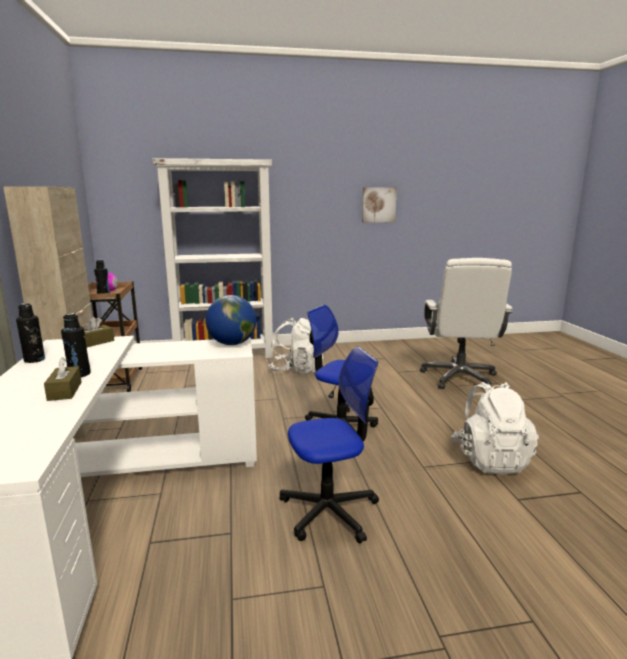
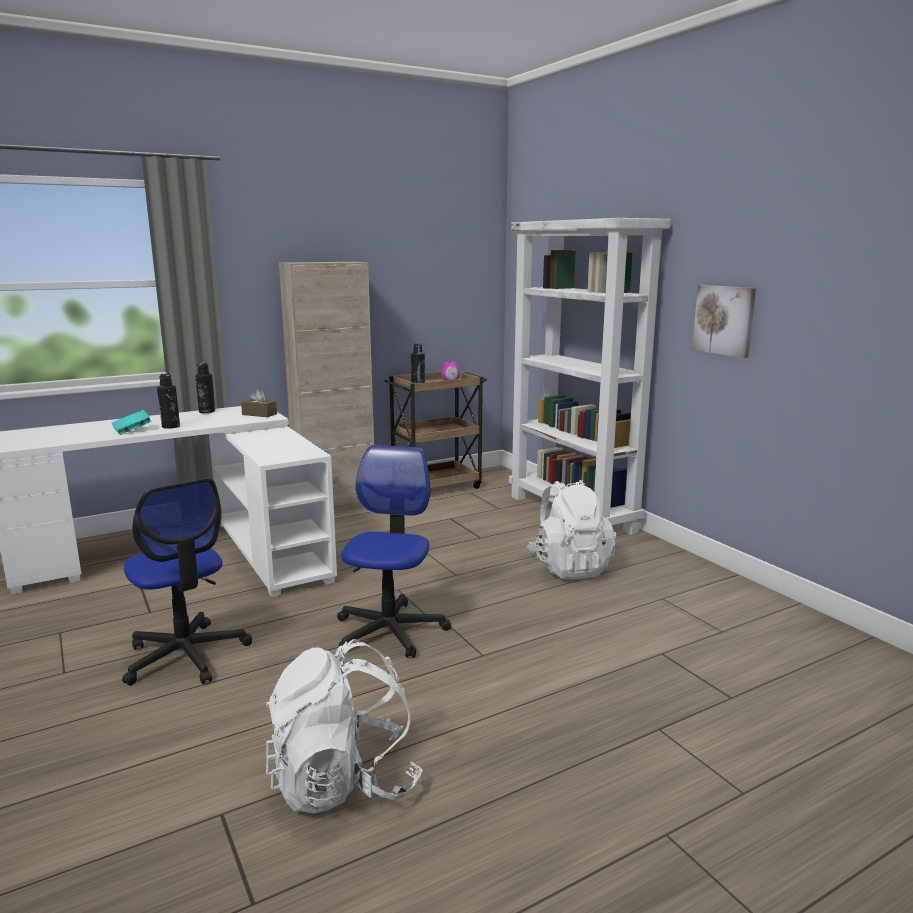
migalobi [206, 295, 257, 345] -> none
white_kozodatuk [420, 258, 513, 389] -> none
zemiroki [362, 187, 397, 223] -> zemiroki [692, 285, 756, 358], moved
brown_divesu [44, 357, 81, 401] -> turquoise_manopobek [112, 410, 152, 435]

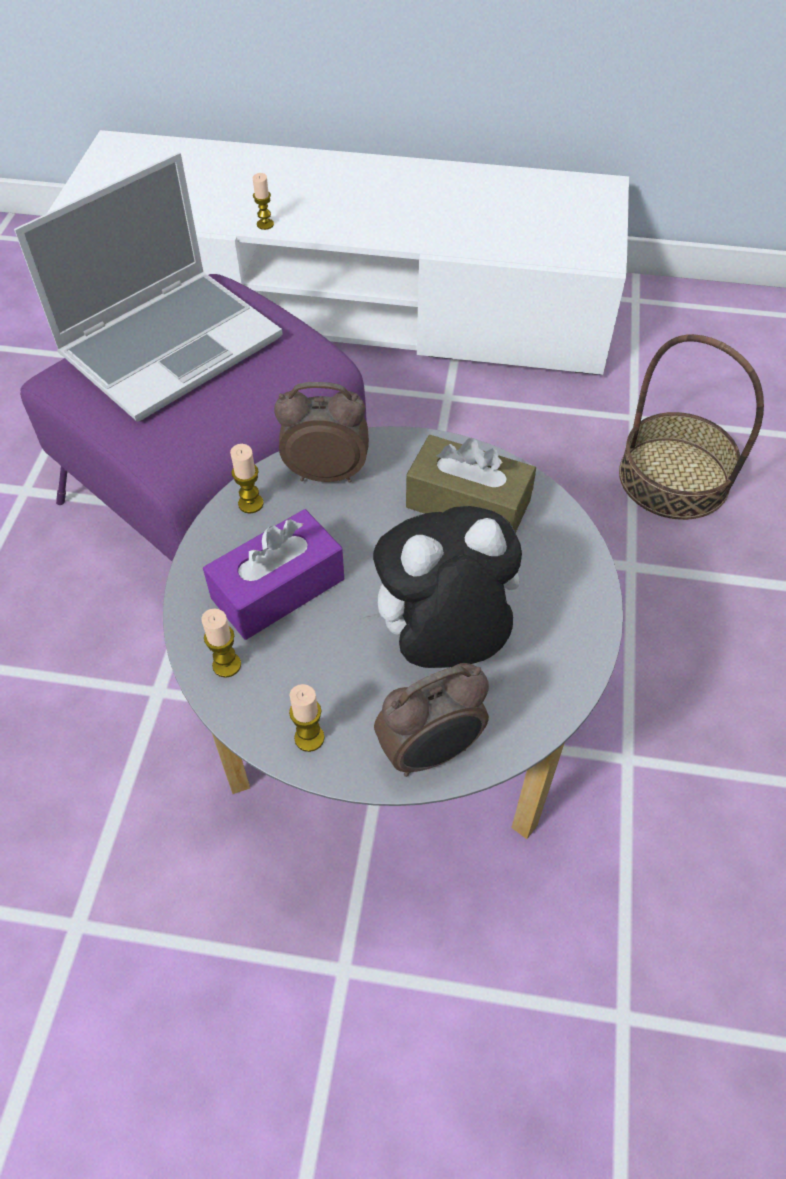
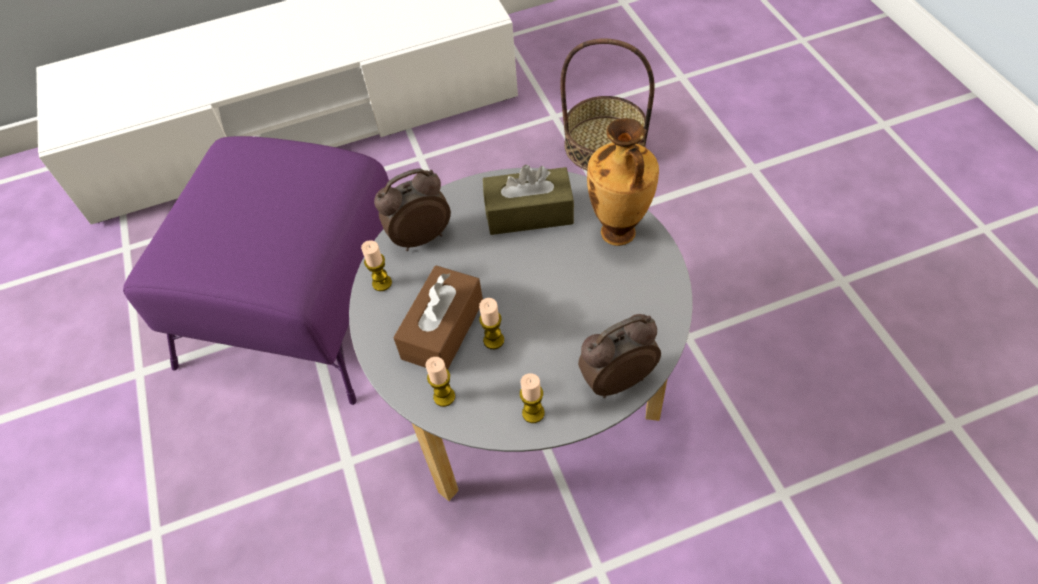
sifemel [14, 152, 283, 422] -> none
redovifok [359, 506, 522, 668] -> none
none -> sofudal [587, 118, 659, 246]
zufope [253, 173, 274, 230] -> zufope [479, 298, 504, 349], moved
purple_divesu [203, 509, 344, 640] -> brown_divesu [393, 265, 483, 370]
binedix [374, 663, 489, 777] -> binedix [578, 314, 661, 398], 150 degrees counterclockwise

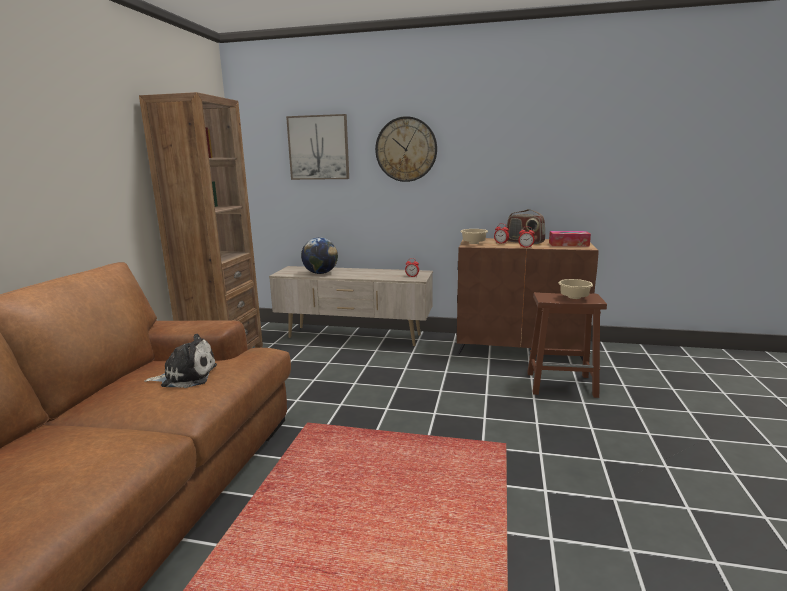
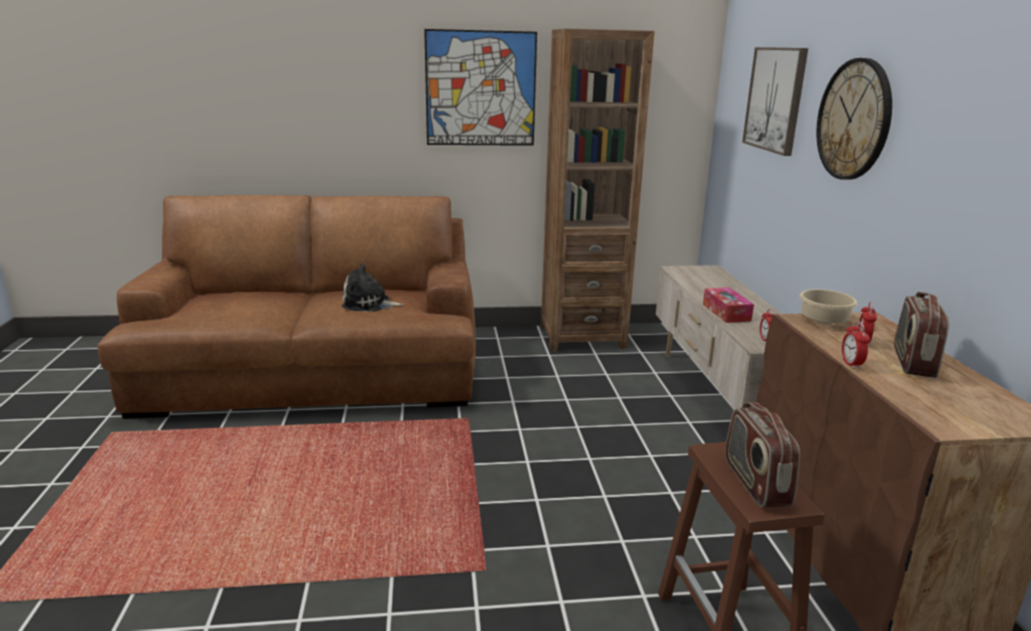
migalobi [301, 238, 338, 274] -> none
none -> zemiroki [424, 29, 537, 146]
divesu [549, 231, 591, 246] -> divesu [703, 287, 754, 323], moved
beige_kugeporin [559, 279, 593, 299] -> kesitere [725, 402, 800, 507]
redovifok [144, 334, 217, 388] -> redovifok [342, 263, 404, 312], 120 degrees clockwise

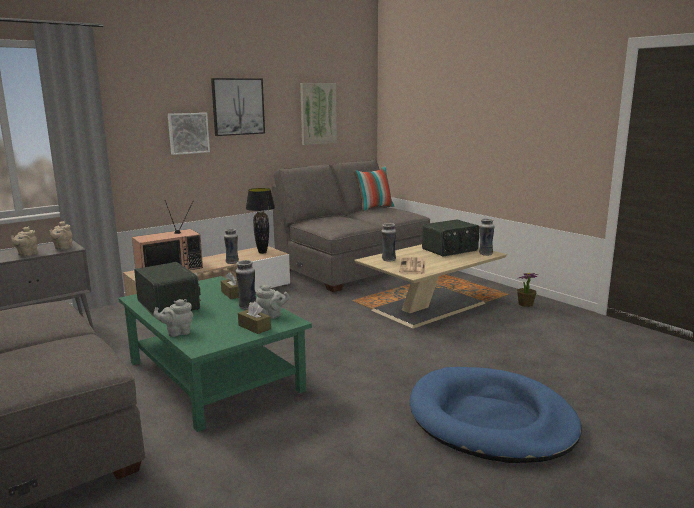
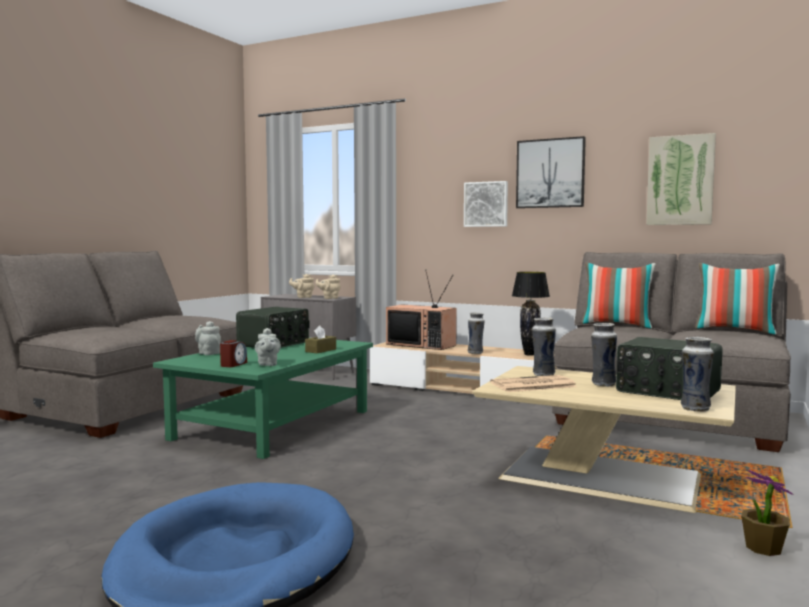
none -> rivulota [581, 263, 656, 329]
sofudal [236, 260, 256, 310] -> sofudal [591, 323, 617, 387], moved
brown_divesu [238, 302, 271, 334] -> binedix [220, 340, 247, 367]

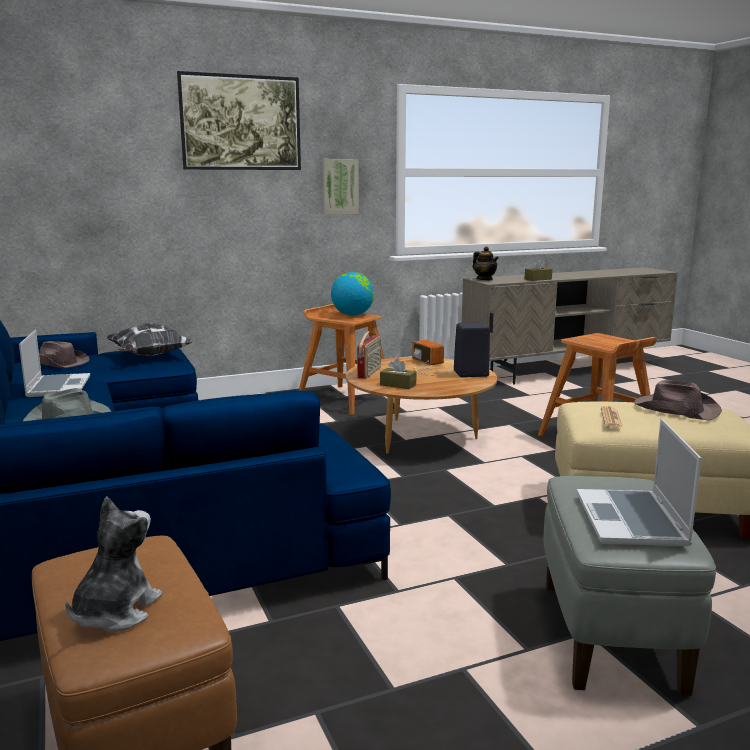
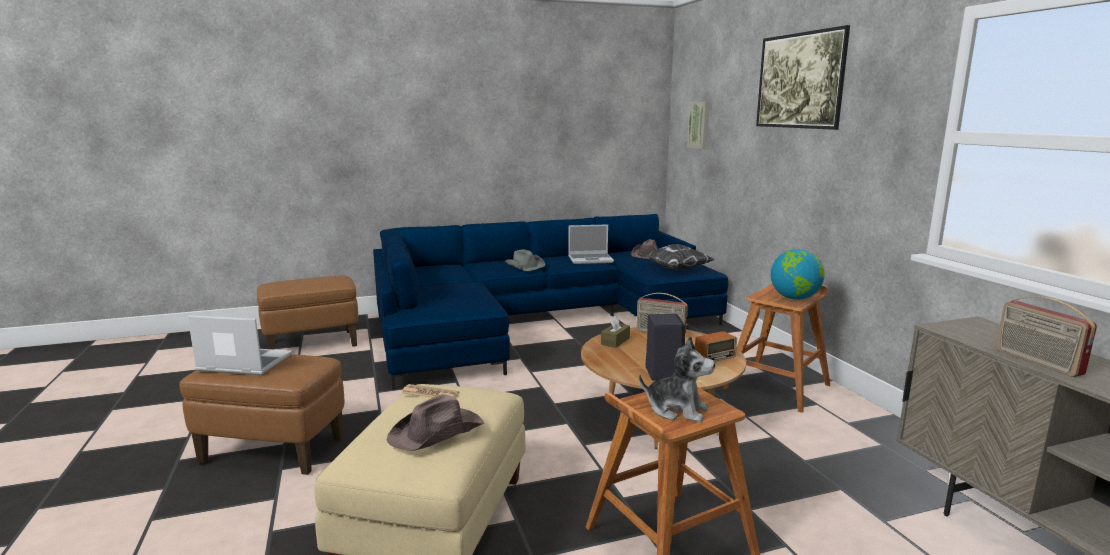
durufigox [472, 246, 499, 280] -> none
redovifok [65, 496, 162, 632] -> redovifok [639, 336, 715, 422], moved
zemiroki [322, 159, 359, 215] -> zemiroki [687, 102, 709, 149], moved
brown_divesu [525, 259, 552, 281] -> kesitere [996, 297, 1097, 377]
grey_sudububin [544, 476, 716, 696] -> brown_sudububin [179, 354, 344, 475]

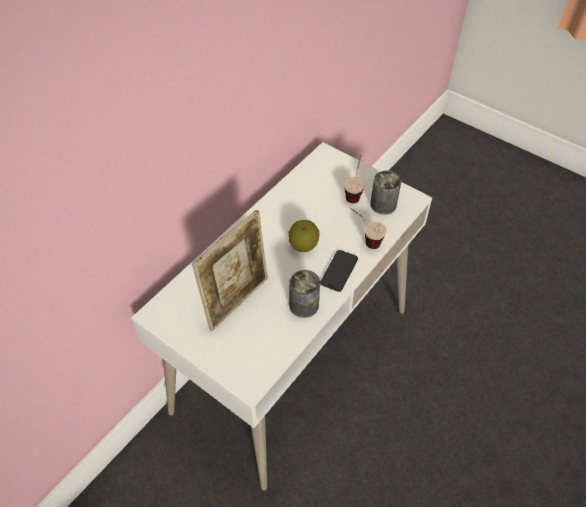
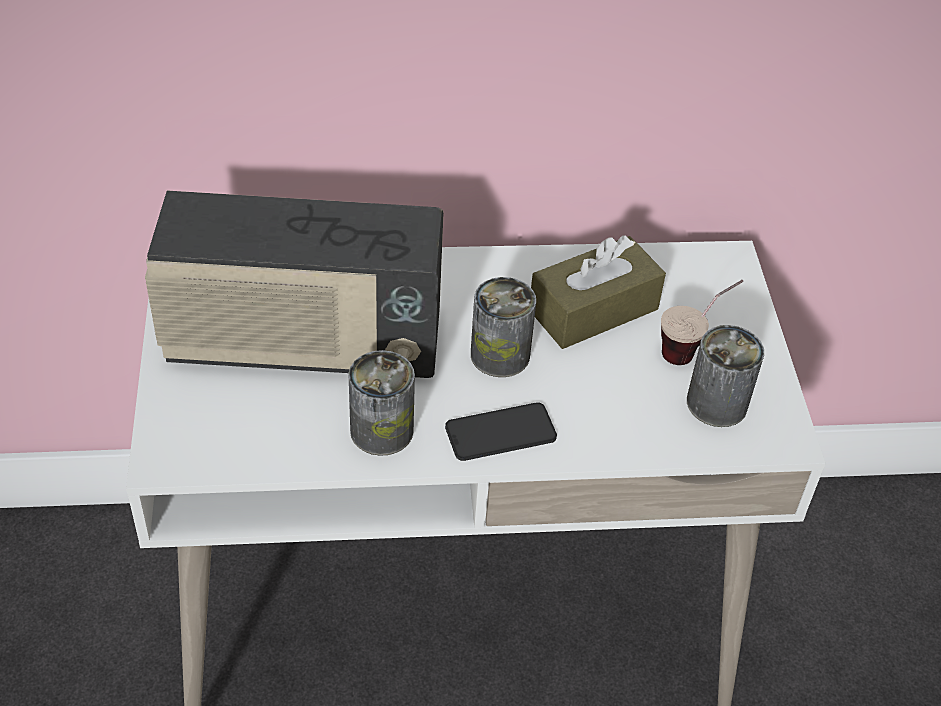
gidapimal [350, 208, 387, 249] -> none
none -> brown_divesu [531, 235, 666, 349]
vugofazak [192, 210, 268, 331] -> kesitere [145, 191, 444, 378]
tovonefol [289, 220, 319, 252] -> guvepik [471, 277, 536, 377]

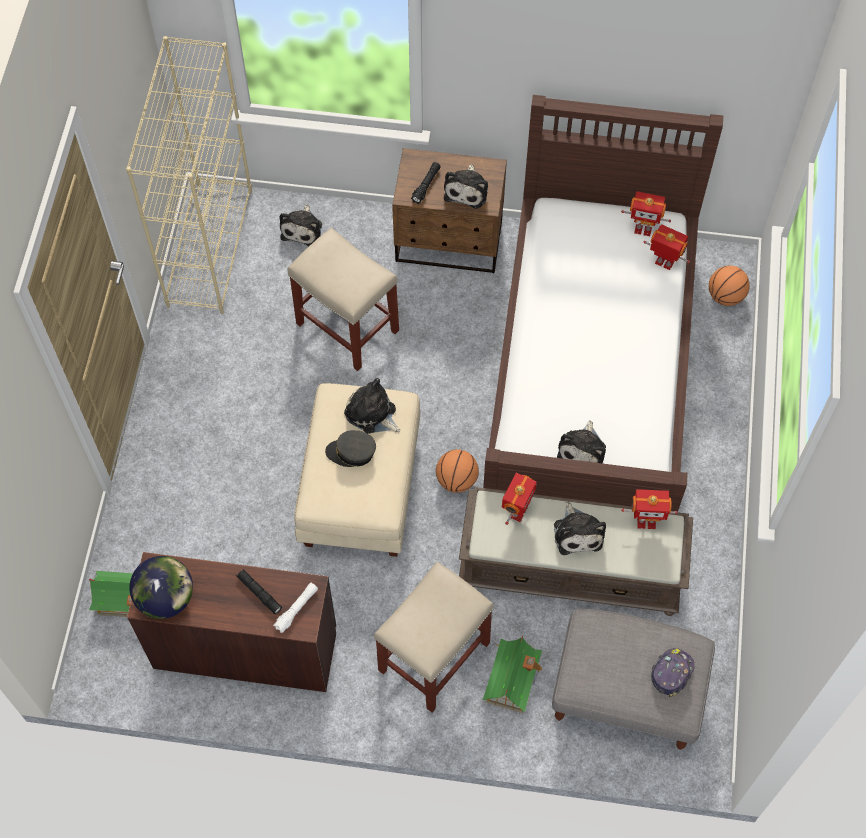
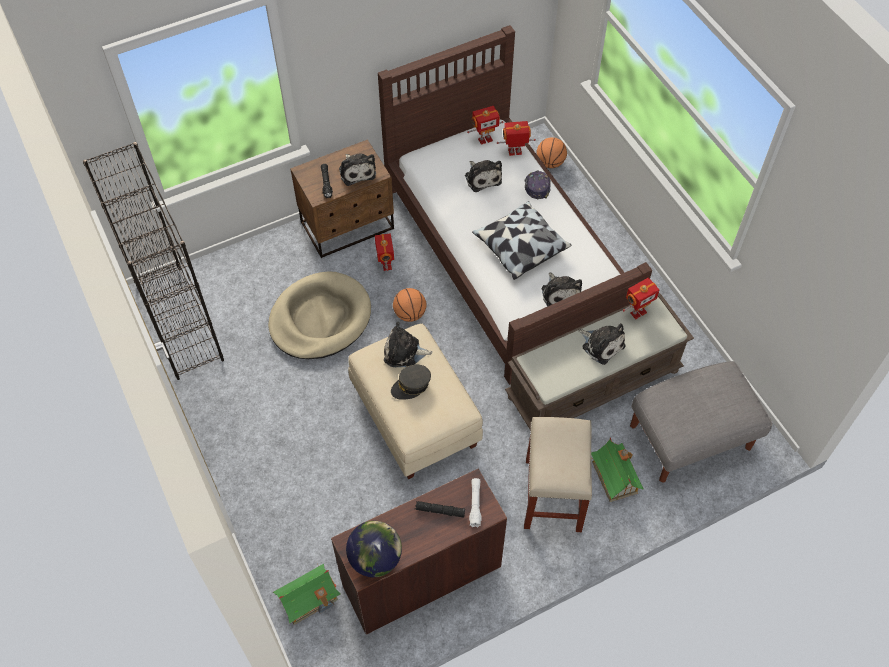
none -> rivulota [472, 201, 571, 280]
redovifok [279, 204, 322, 246] -> redovifok [465, 160, 502, 192], moved
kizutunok [436, 449, 479, 493] -> kizutunok [393, 288, 427, 322], moved
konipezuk [502, 473, 537, 525] -> konipezuk [375, 234, 394, 271], moved
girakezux [651, 648, 695, 698] -> girakezux [524, 170, 551, 199], moved
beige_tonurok [287, 228, 399, 371] -> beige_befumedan [268, 271, 371, 359]
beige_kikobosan [126, 36, 252, 314] -> black_kikobosan [83, 142, 224, 380]

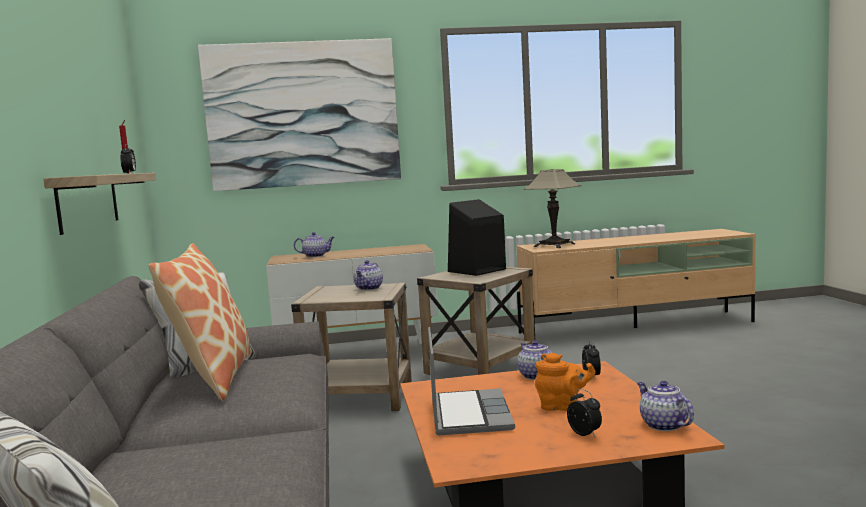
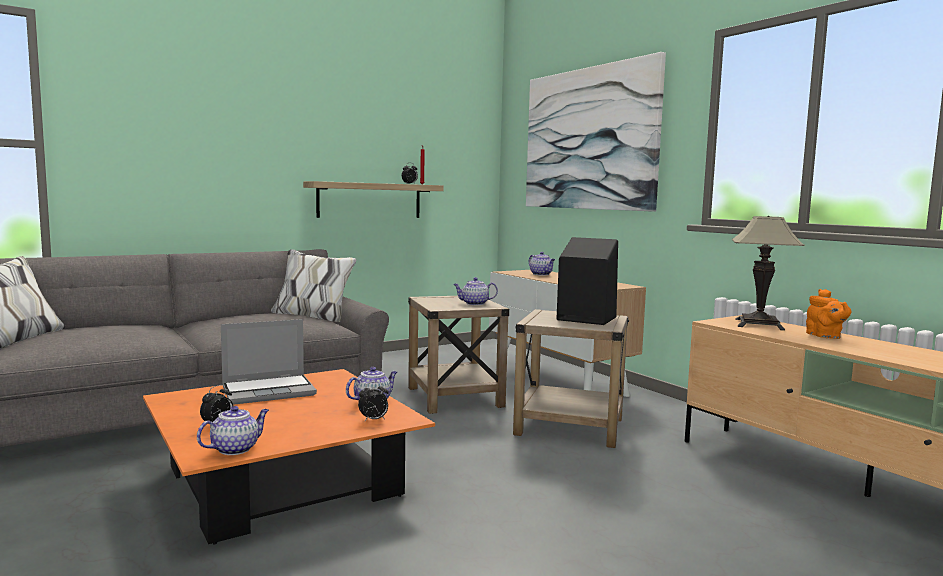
rivulota [148, 243, 251, 401] -> none
orange_durufigox [535, 353, 596, 411] -> orange_durufigox [806, 289, 852, 339], moved

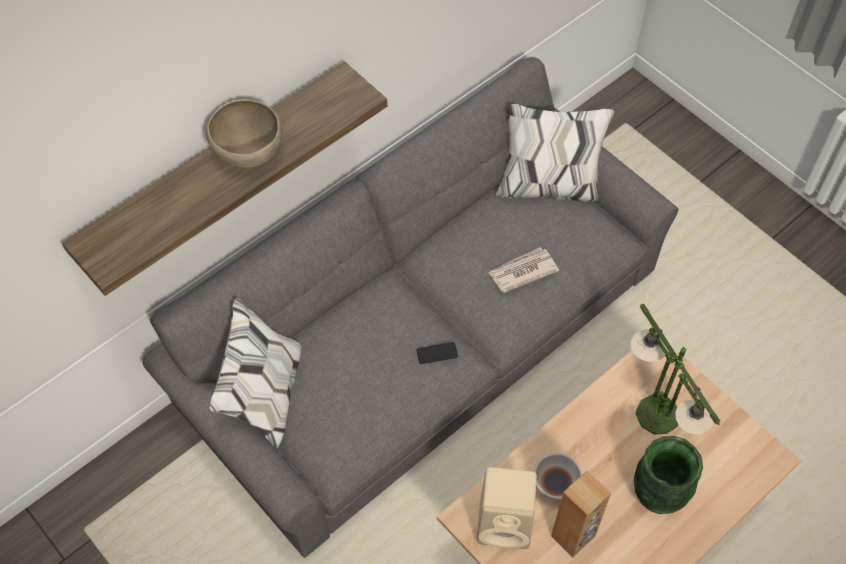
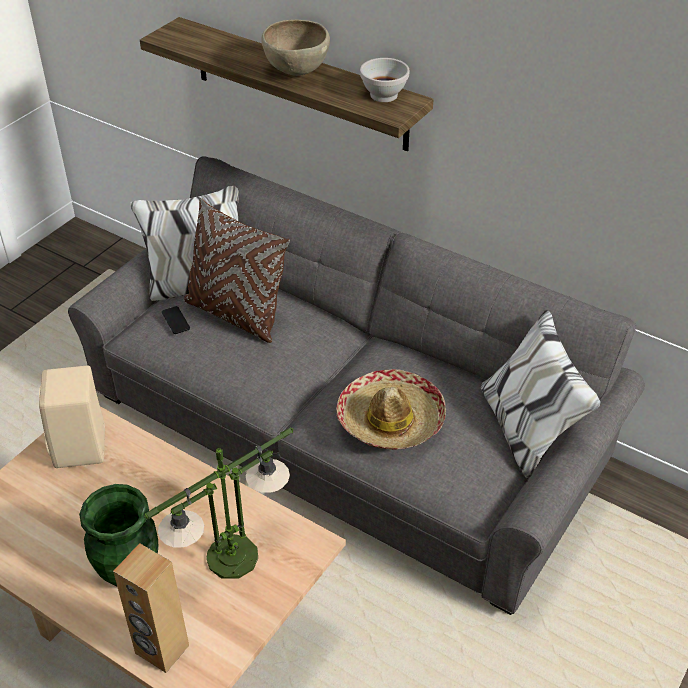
none -> brown_rivulota [184, 198, 290, 343]
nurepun [417, 342, 458, 364] -> nurepun [162, 306, 190, 334], moved
white_kugeporin [534, 453, 583, 501] -> white_kugeporin [360, 58, 410, 102], moved
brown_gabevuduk [551, 471, 612, 557] -> brown_gabevuduk [113, 543, 189, 673], moved
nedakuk [488, 247, 559, 293] -> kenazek [336, 369, 446, 450]

